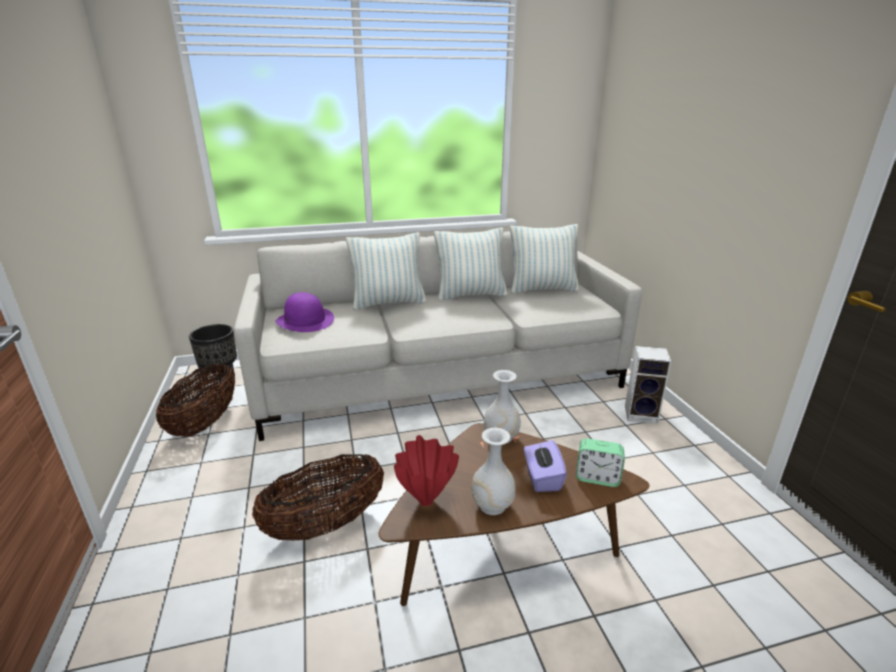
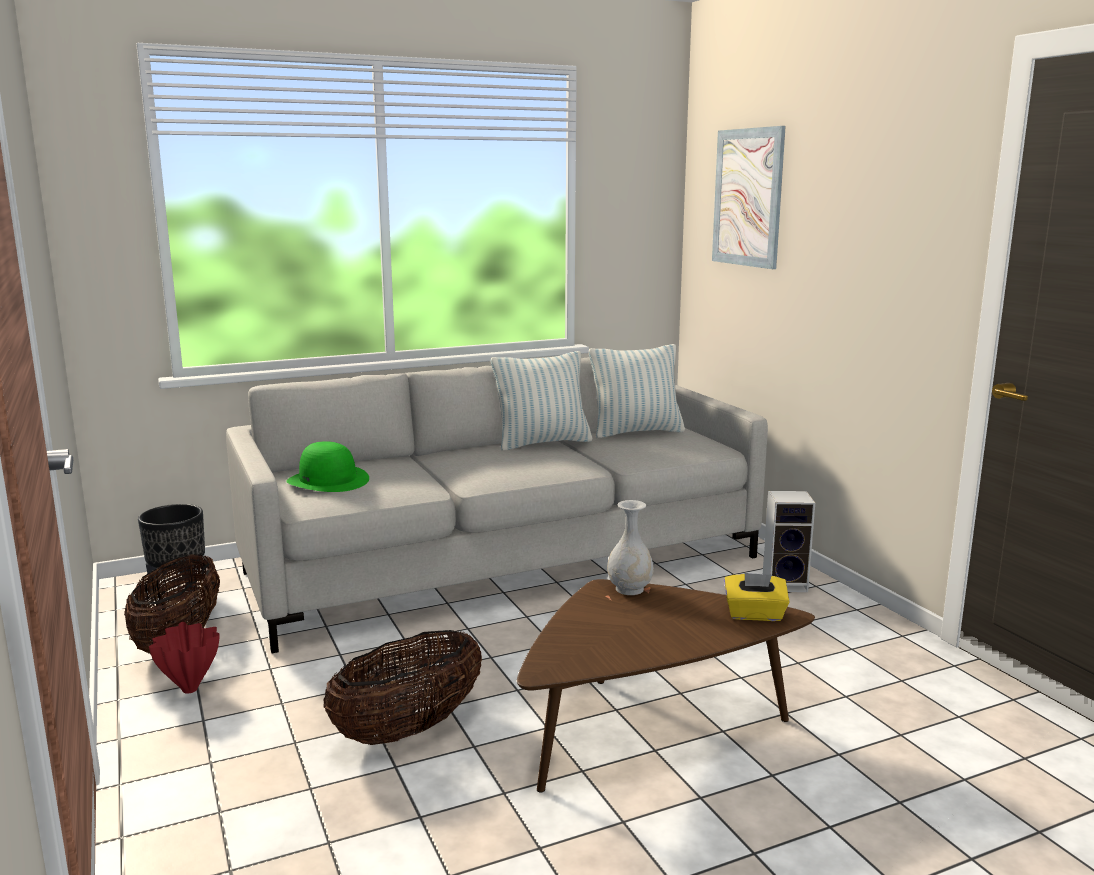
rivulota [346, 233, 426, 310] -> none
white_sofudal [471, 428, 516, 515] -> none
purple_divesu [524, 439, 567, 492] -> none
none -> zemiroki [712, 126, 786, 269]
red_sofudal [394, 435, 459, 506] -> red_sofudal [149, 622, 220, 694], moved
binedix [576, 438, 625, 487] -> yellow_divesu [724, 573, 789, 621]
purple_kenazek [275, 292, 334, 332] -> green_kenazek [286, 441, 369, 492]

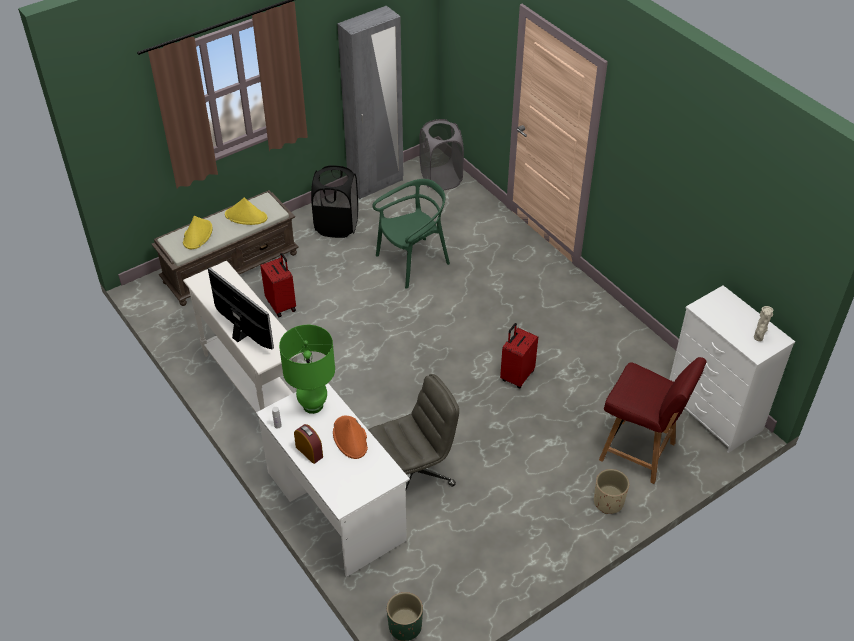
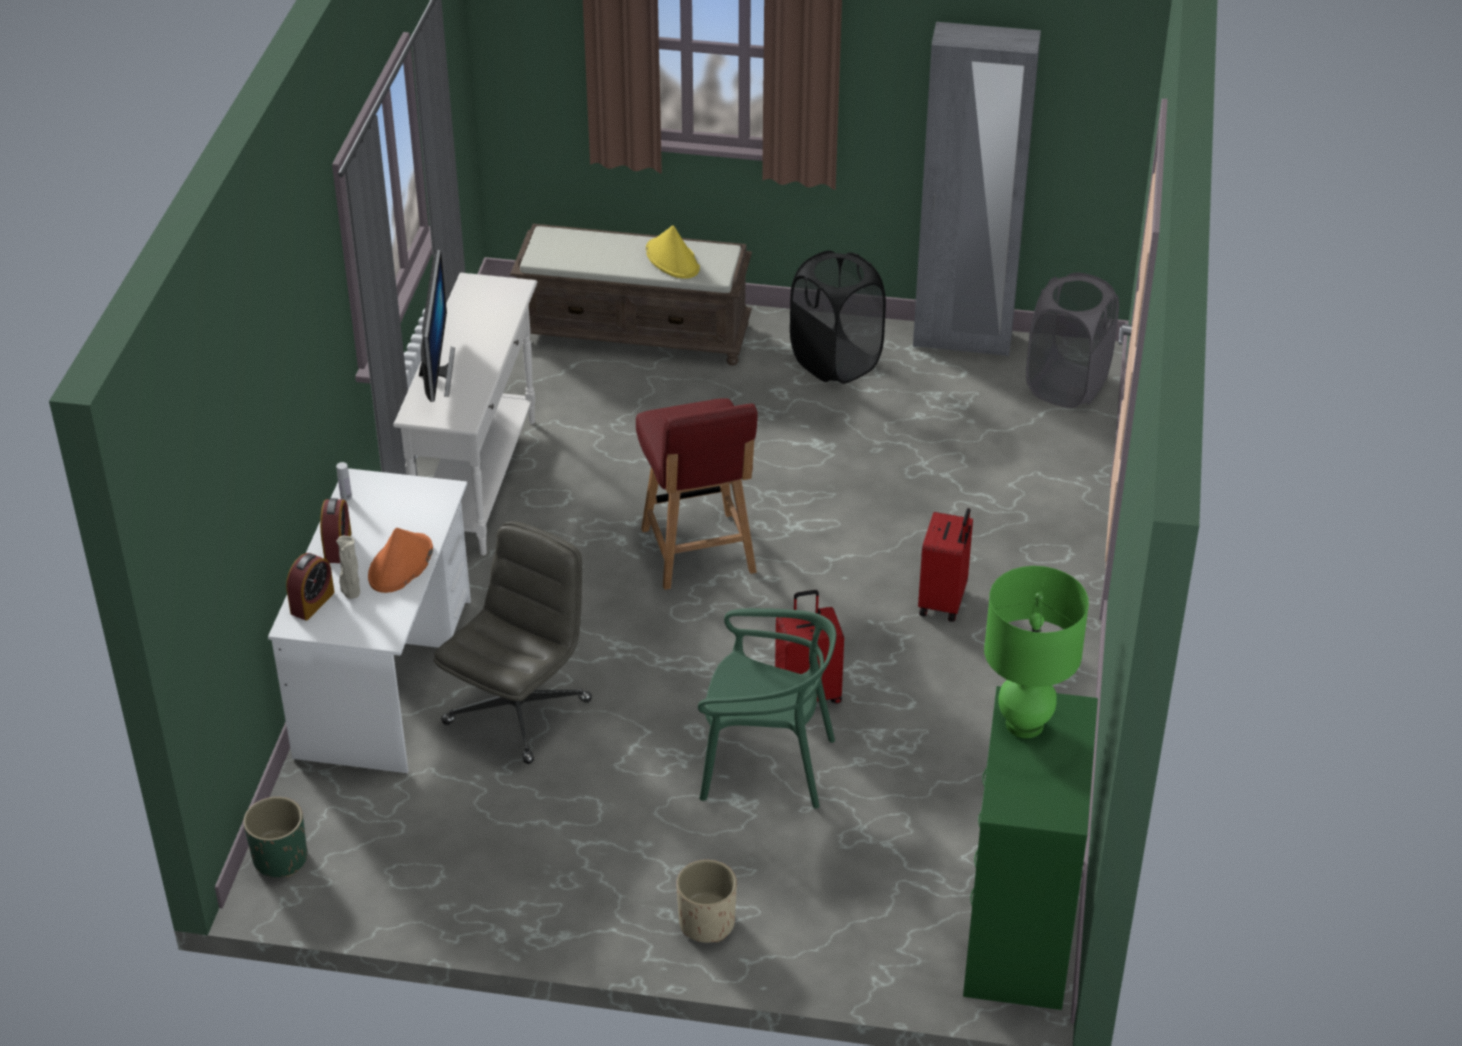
yellow_kenazek [183, 216, 213, 249] -> none
none -> binedix [286, 553, 335, 621]
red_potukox [260, 253, 296, 317] -> red_potukox [918, 508, 973, 622], moved
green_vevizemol [279, 325, 335, 414] -> green_vevizemol [984, 566, 1089, 738], moved
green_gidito [372, 179, 450, 289] -> green_gidito [698, 608, 836, 809], moved
red_gidito [599, 357, 707, 484] -> red_gidito [636, 398, 758, 590], moved
beige_sofudal [754, 306, 773, 341] -> beige_sofudal [336, 535, 360, 599], moved
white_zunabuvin [669, 285, 795, 453] -> green_zunabuvin [963, 686, 1098, 1010]
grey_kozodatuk [369, 374, 459, 492] -> grey_kozodatuk [433, 521, 592, 764], 75 degrees counterclockwise

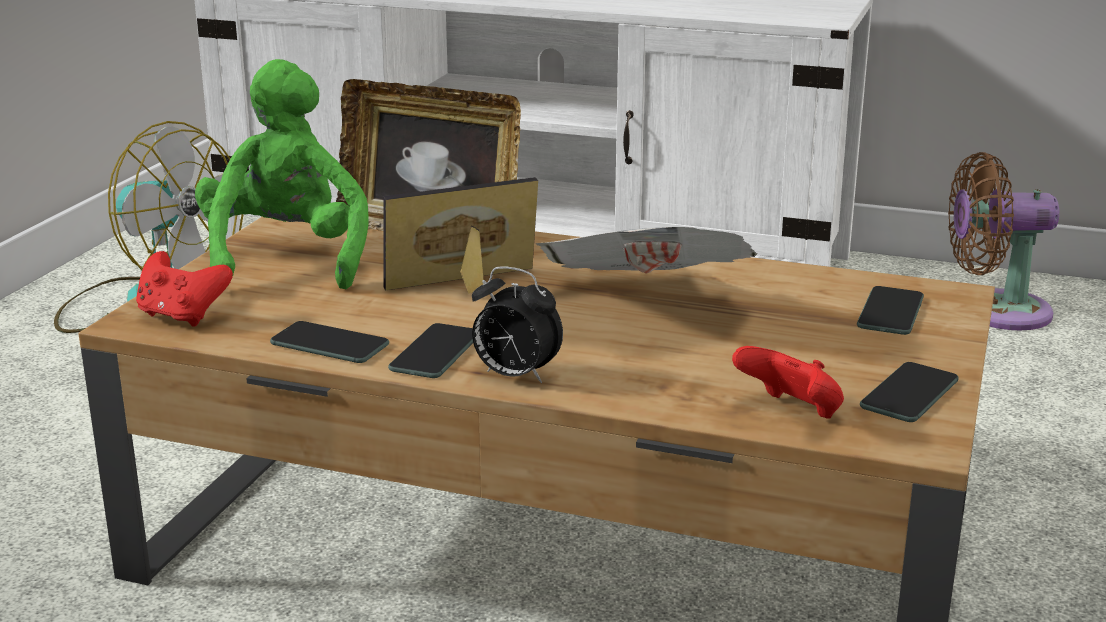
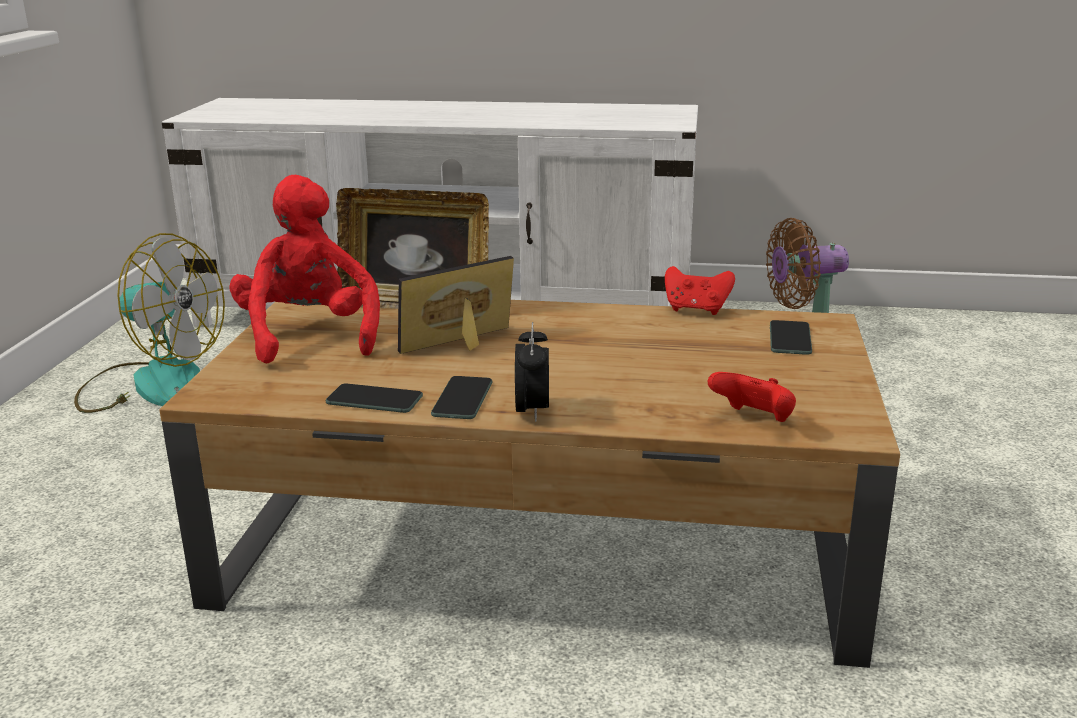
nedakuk [536, 227, 757, 273] -> none
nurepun [860, 362, 959, 422] -> none
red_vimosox [136, 251, 233, 327] -> red_vimosox [665, 266, 735, 315], moved
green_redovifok [195, 59, 368, 289] -> red_redovifok [229, 175, 380, 364]
binedix [472, 266, 563, 383] -> binedix [515, 322, 549, 422], 105 degrees counterclockwise

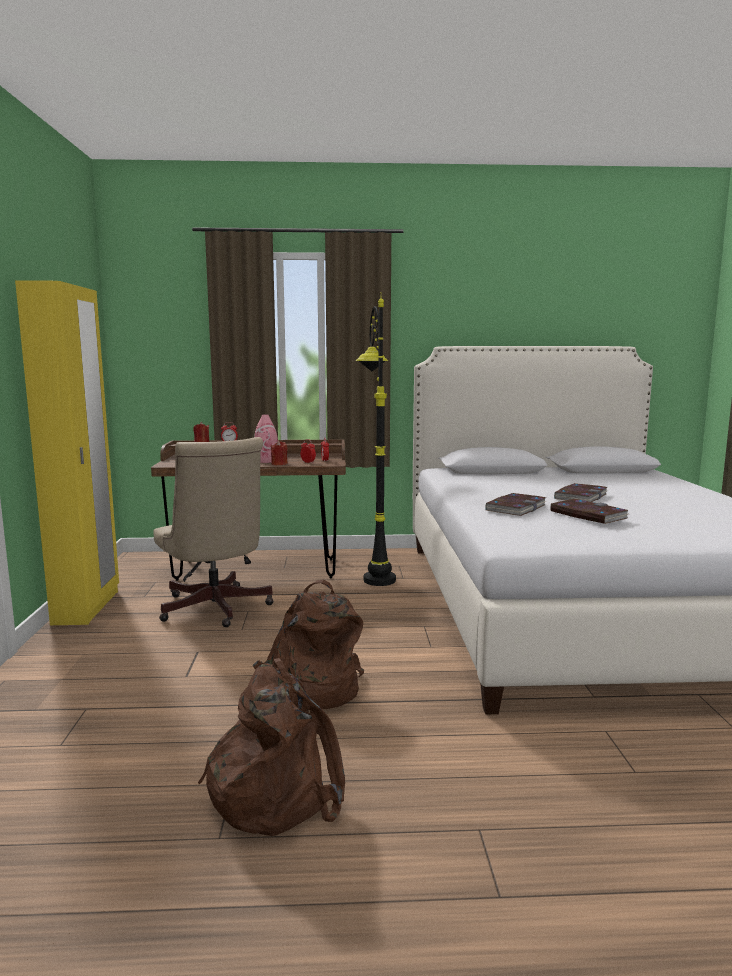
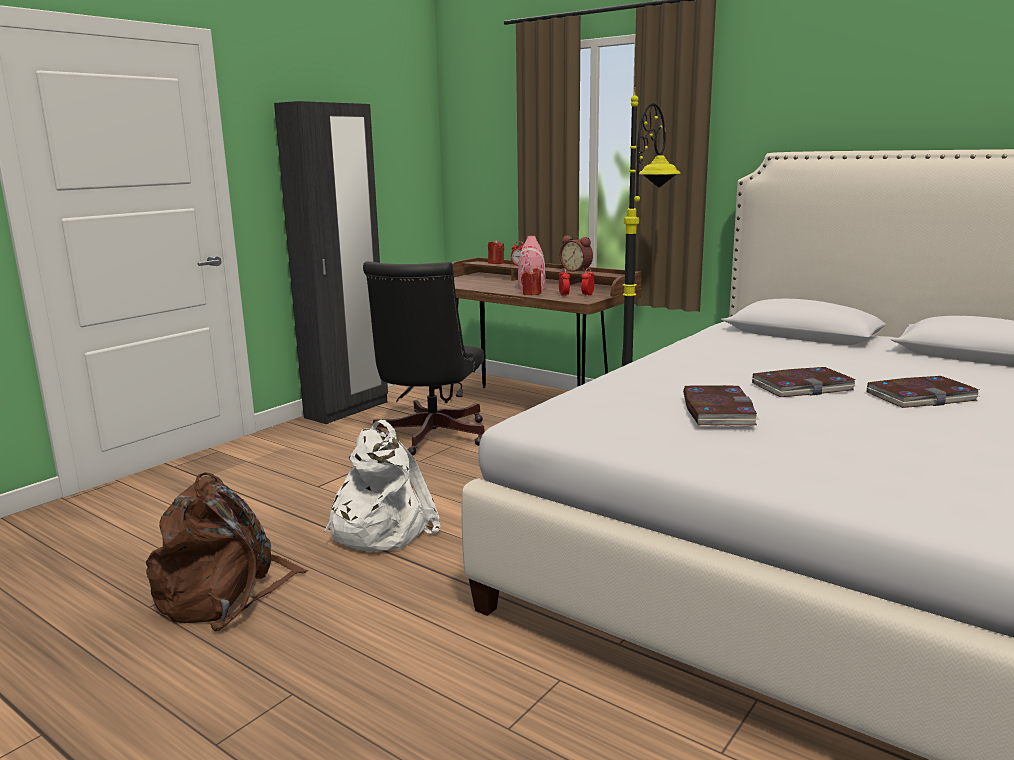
none -> binedix [560, 236, 593, 272]
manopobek [485, 493, 546, 516] -> manopobek [866, 376, 980, 408], moved
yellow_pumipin [15, 280, 119, 625] -> black_pumipin [274, 101, 388, 424]
beige_kozodatuk [153, 437, 274, 627] -> black_kozodatuk [363, 261, 485, 455]
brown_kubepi [253, 580, 364, 710] -> white_kubepi [324, 420, 440, 551]

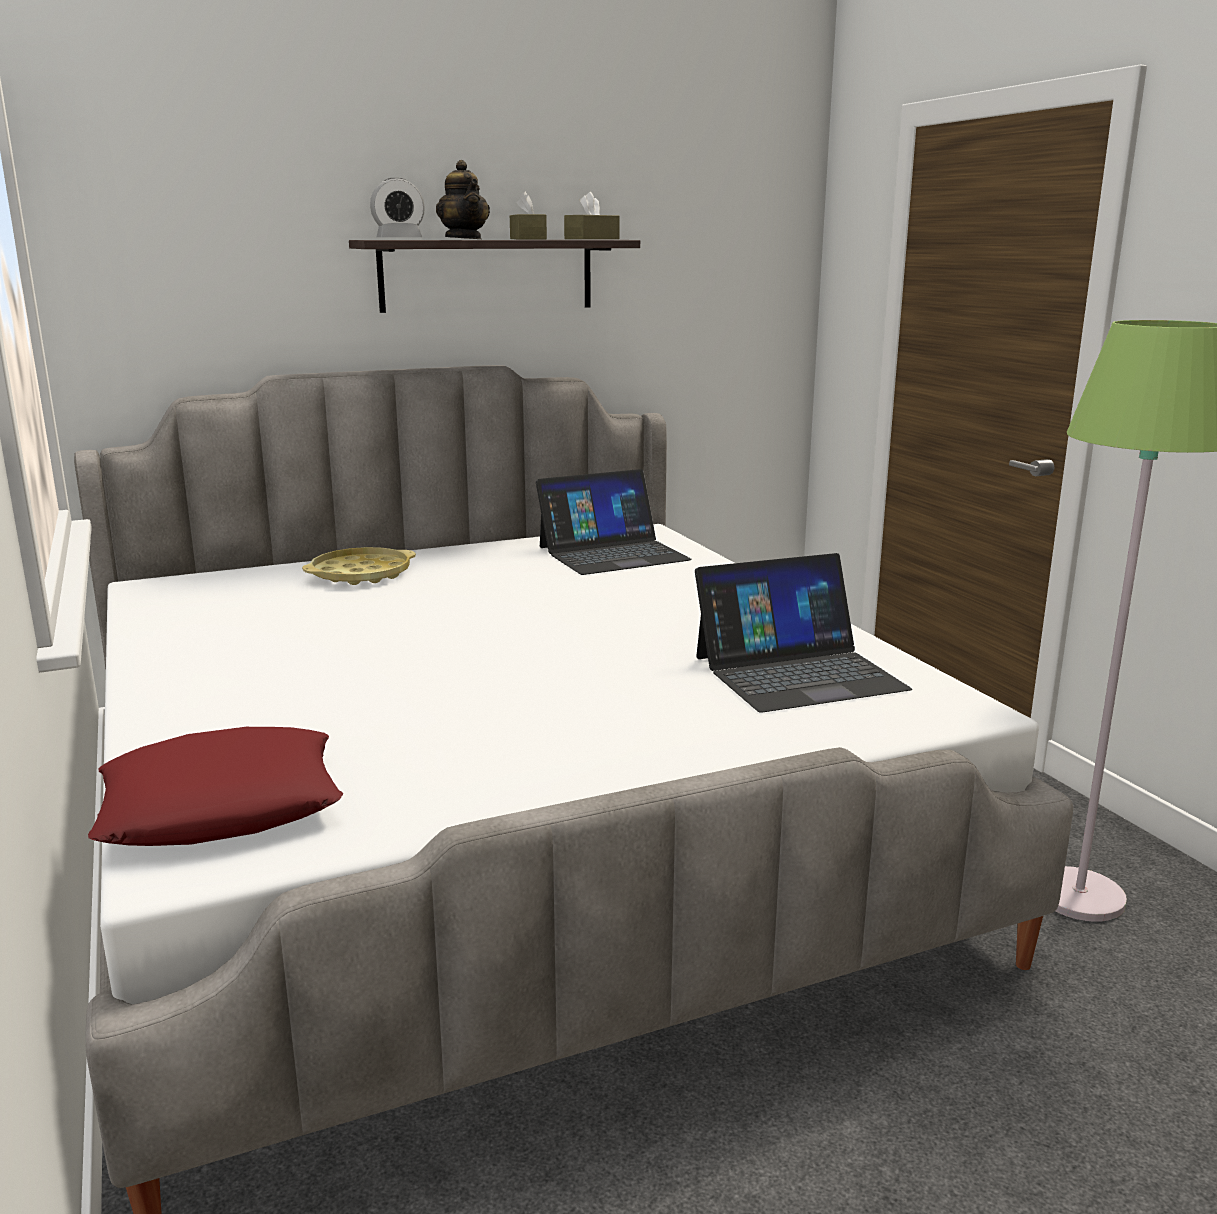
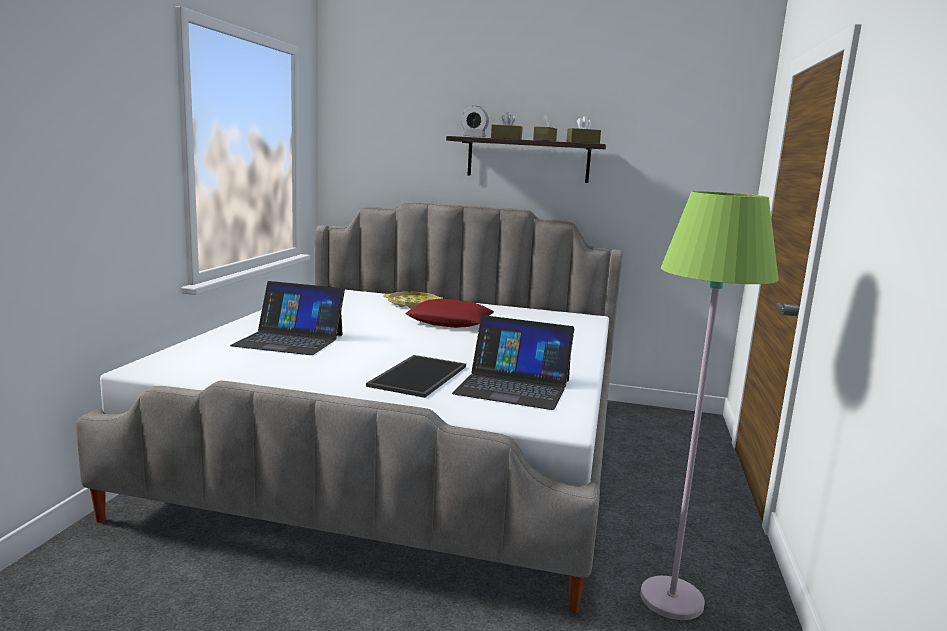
none -> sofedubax [366, 355, 466, 398]
red_rivulota [88, 727, 343, 846] -> red_rivulota [405, 298, 494, 328], moved
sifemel [536, 469, 692, 575] -> sifemel [230, 281, 345, 355], moved
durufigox [436, 160, 490, 239] -> brown_divesu [491, 112, 522, 140]

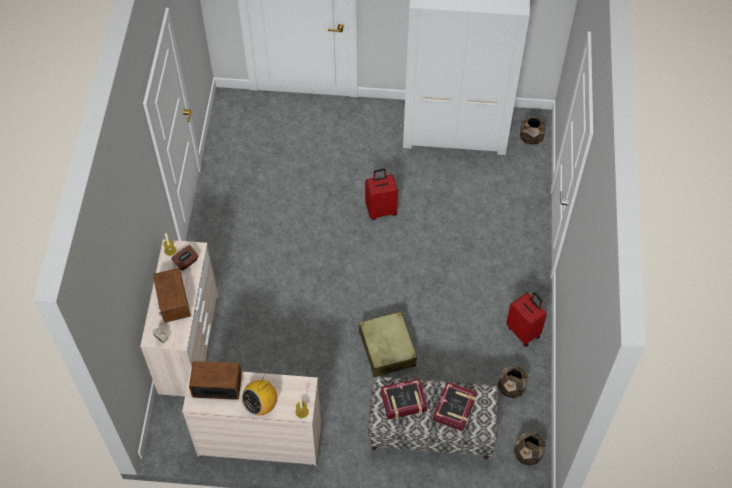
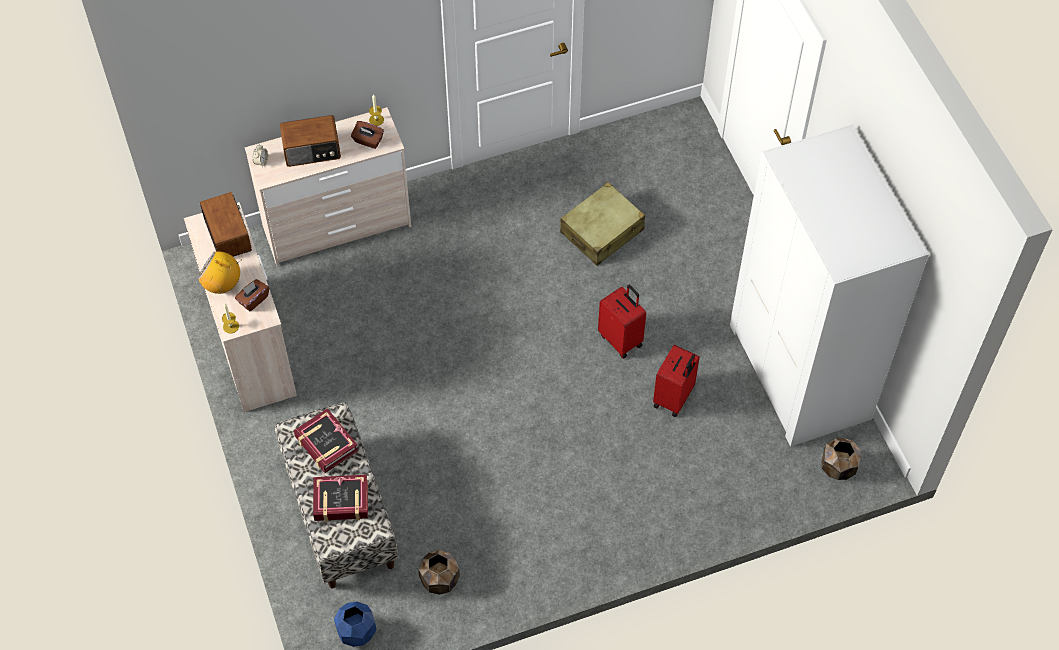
none -> brown_divesu [235, 279, 269, 311]
beige_potukox [359, 312, 417, 377] -> beige_potukox [560, 182, 645, 266], moved
red_potukox [506, 292, 547, 347] -> red_potukox [653, 345, 700, 417], moved
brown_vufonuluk [514, 432, 546, 466] -> blue_vufonuluk [334, 601, 376, 647]
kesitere [153, 268, 191, 323] -> kesitere [280, 115, 341, 167], 150 degrees counterclockwise

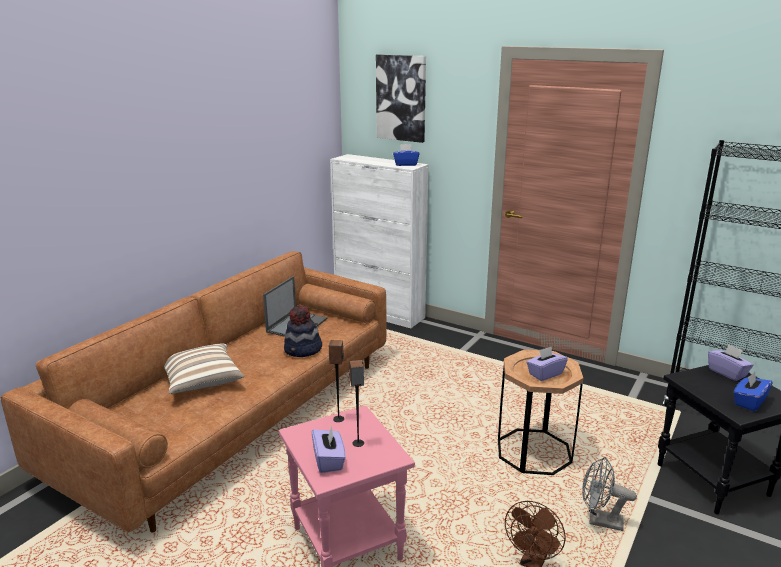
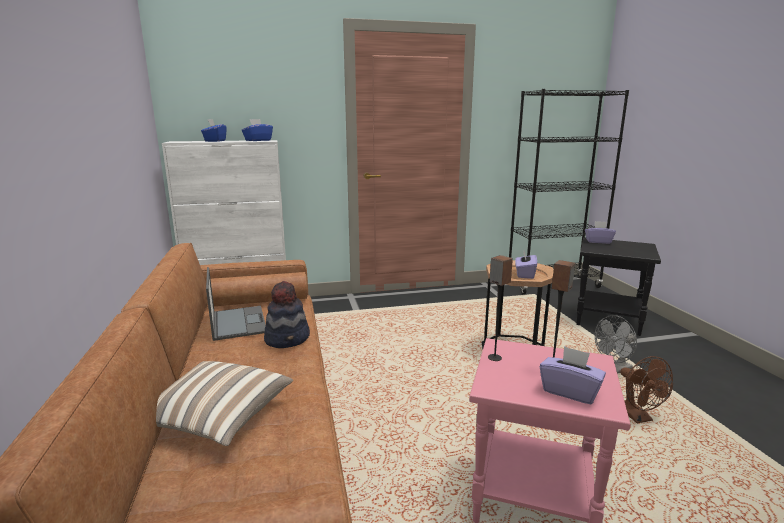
zemiroki [376, 54, 426, 143] -> none
blue_divesu [733, 372, 773, 411] -> blue_divesu [201, 119, 226, 142], moved

